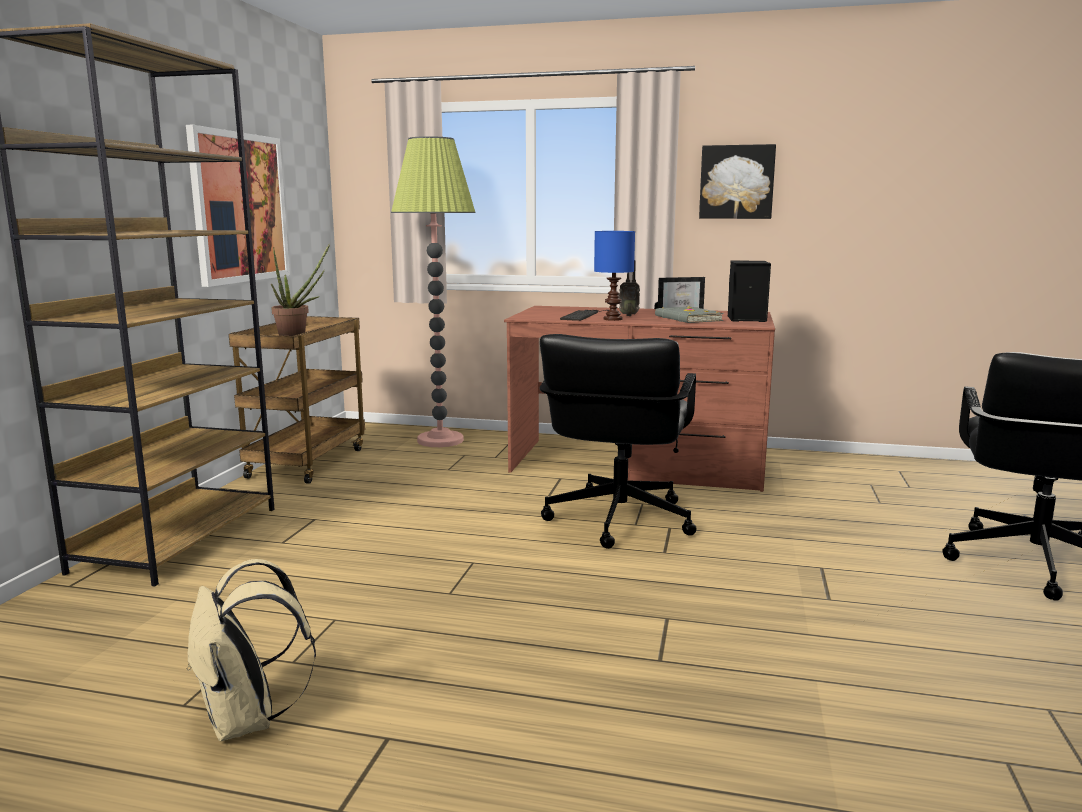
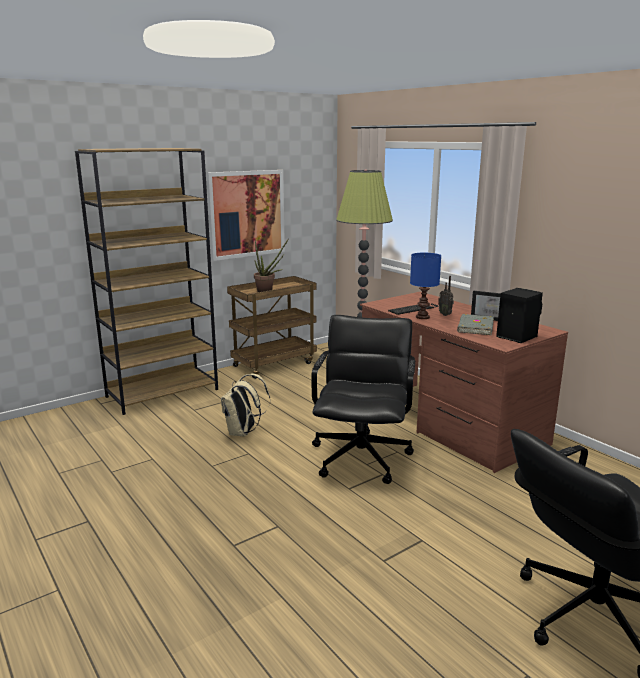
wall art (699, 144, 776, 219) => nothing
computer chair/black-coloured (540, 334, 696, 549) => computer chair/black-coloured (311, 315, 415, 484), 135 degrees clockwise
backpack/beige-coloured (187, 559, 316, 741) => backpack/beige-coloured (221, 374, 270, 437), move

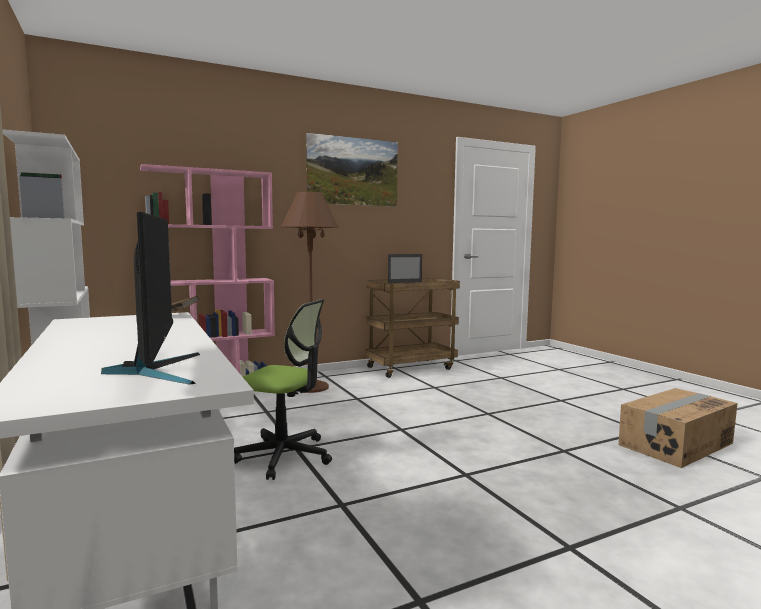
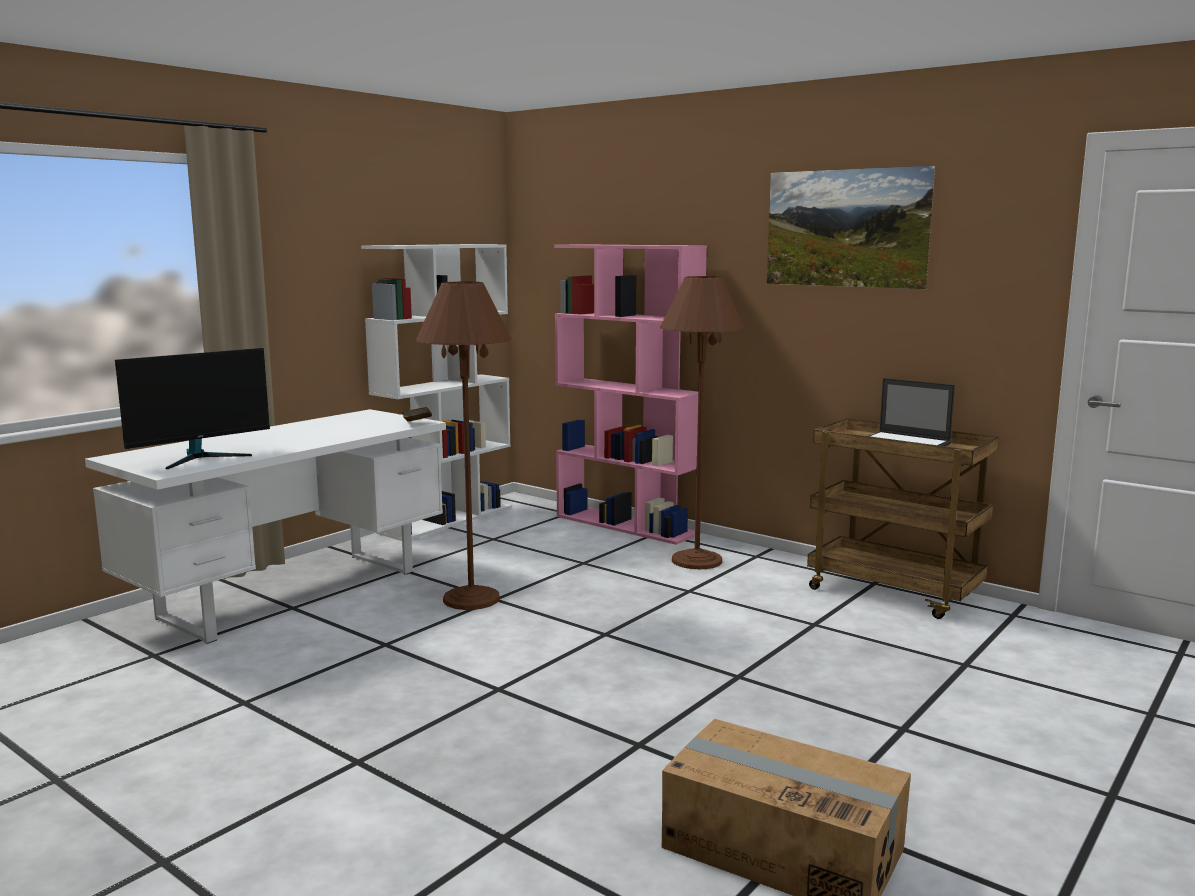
computer chair (234, 299, 332, 480) => standing lamp/brown-coloured (415, 282, 512, 610)

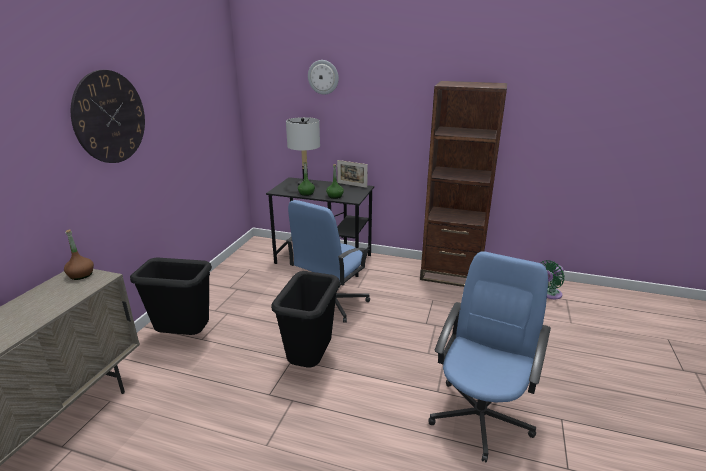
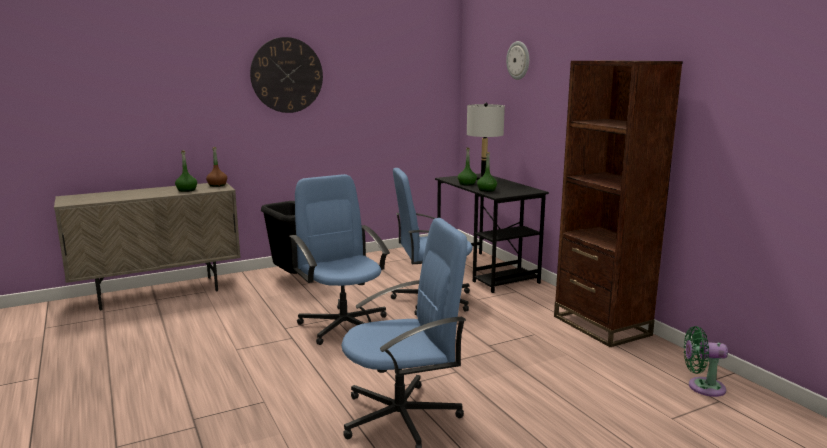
photo frame (337, 160, 368, 188) => nothing
rubbish bin/black-coloured (271, 271, 340, 368) => computer chair/bluish (290, 174, 390, 345)
nothing => drink bottle/greenish (175, 150, 197, 192)

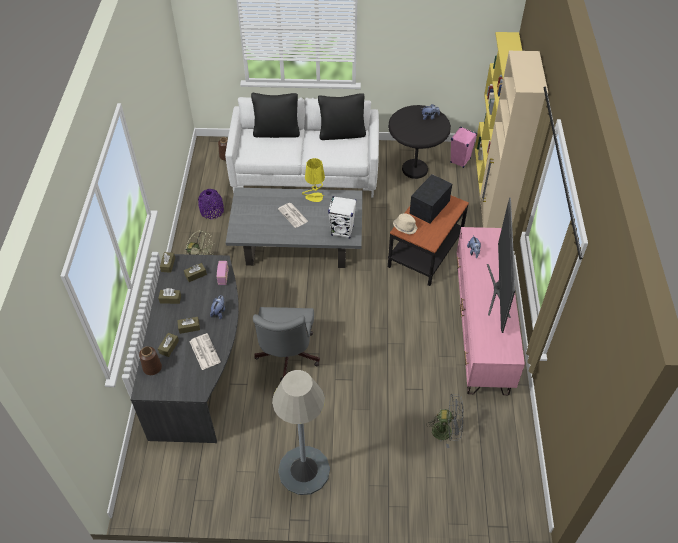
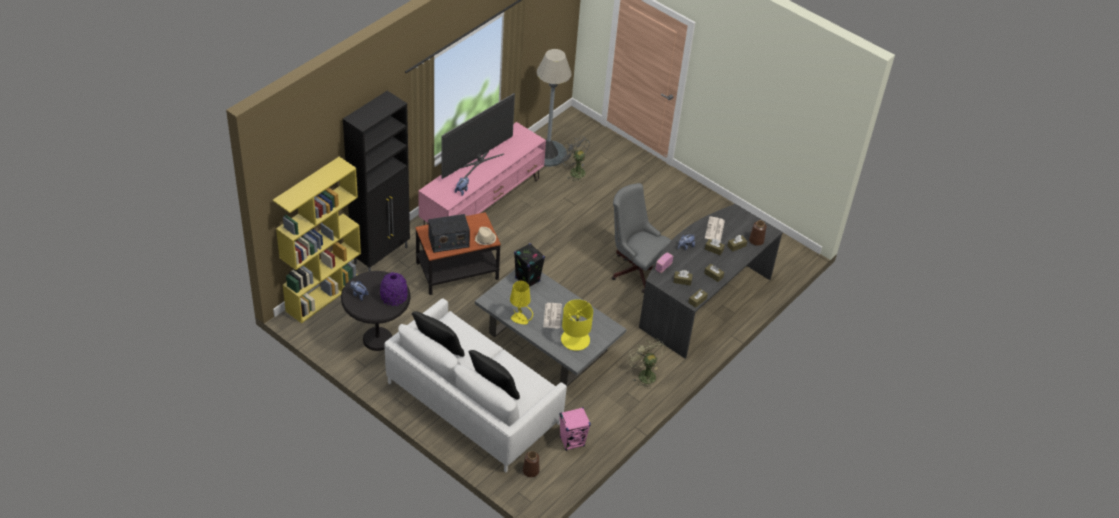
storage cabinet/beige-coloured (480, 51, 548, 228) => storage cabinet/black-coloured (343, 91, 410, 271)
audio speaker/pink (450, 127, 477, 168) => audio speaker/pink (559, 407, 591, 451), move
decorative vase/purplish (198, 189, 224, 219) => decorative vase/purplish (380, 272, 408, 306), move
audio speaker/white (328, 196, 357, 239) => audio speaker/black-coloured (514, 243, 545, 287)
computer chair/greyish (253, 307, 320, 381) => computer chair/greyish (612, 183, 672, 293), 90 degrees counterclockwise
standing lamp/greyish (272, 370, 330, 495) => standing lamp/greyish (537, 49, 572, 167), move
nothing => tabletop lamp/yellowish (561, 299, 593, 351)

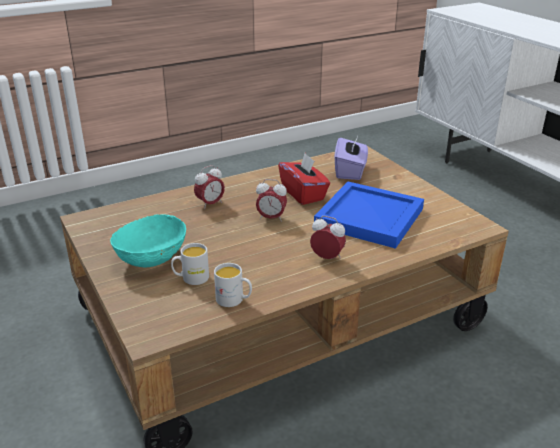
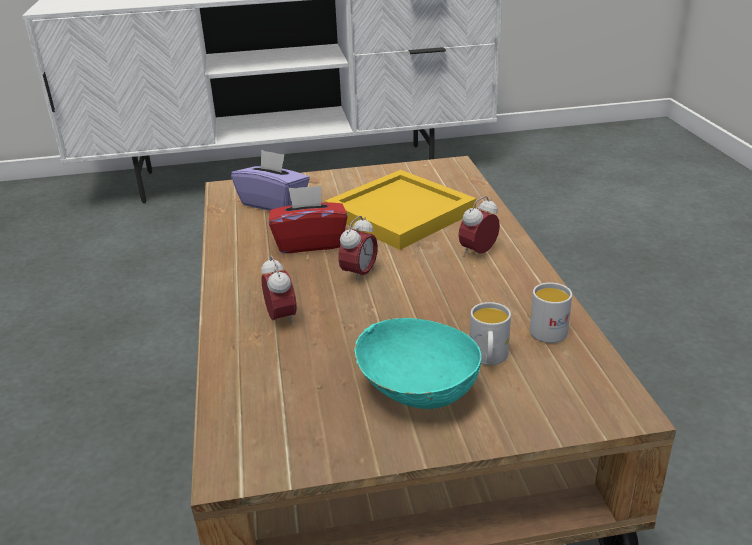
carrying tray/bluish (314, 182, 424, 249) => carrying tray/yellowish (325, 170, 476, 250)

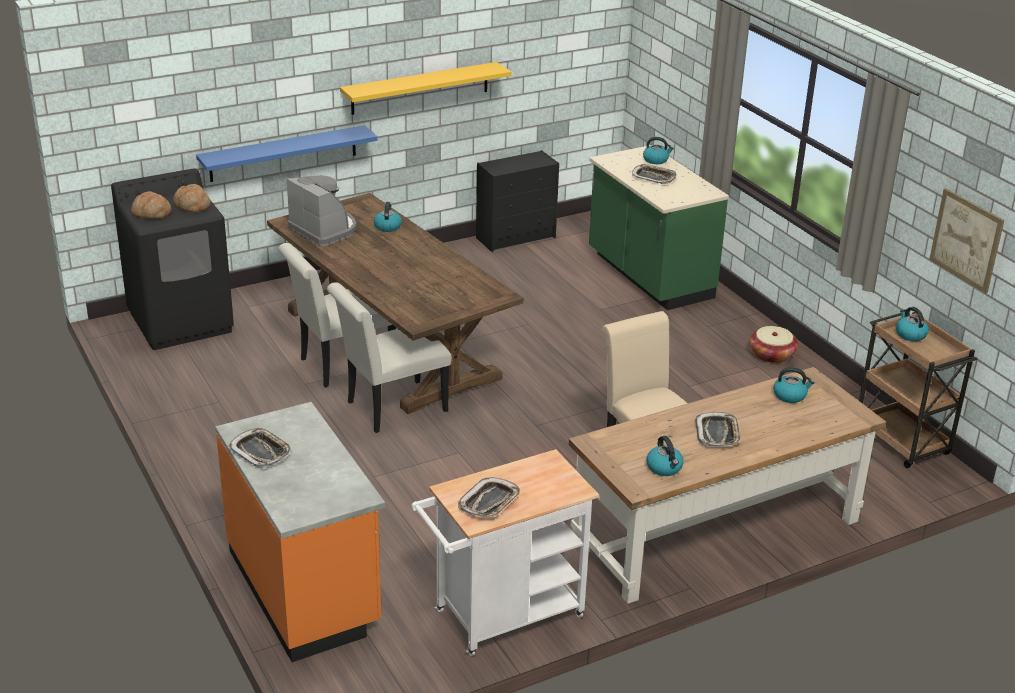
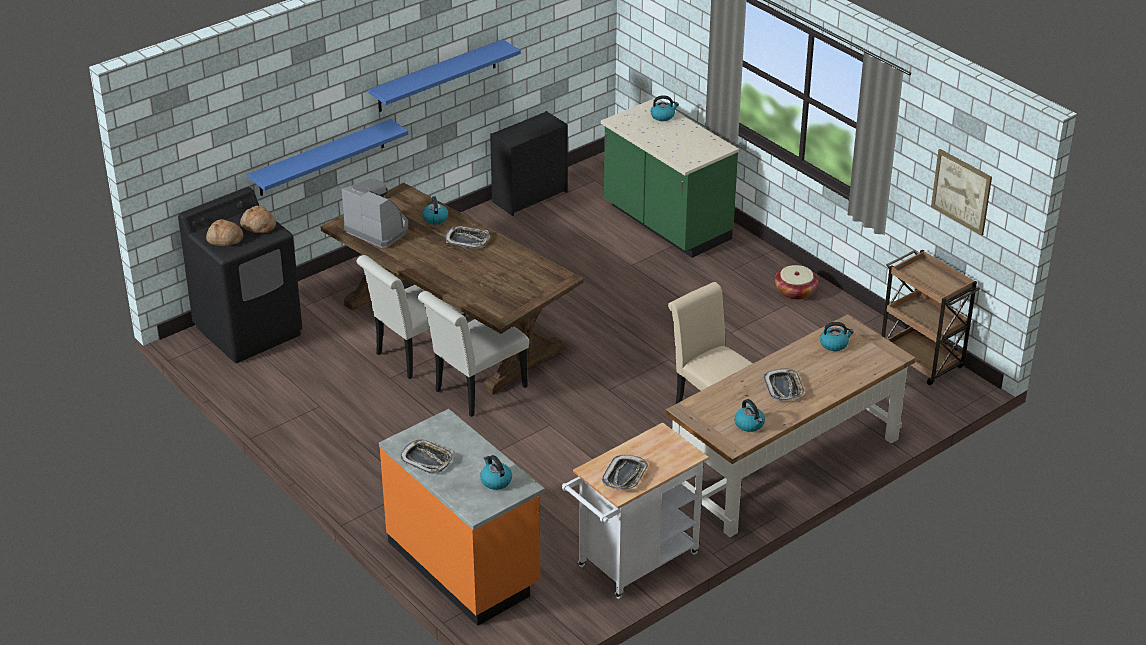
shelf/yellowish (340, 62, 511, 115) => shelf/bluish (368, 39, 521, 112)
carrying tray (632, 164, 677, 184) => carrying tray (446, 226, 490, 249), move
kettle (896, 307, 929, 341) => kettle (480, 455, 512, 490), move

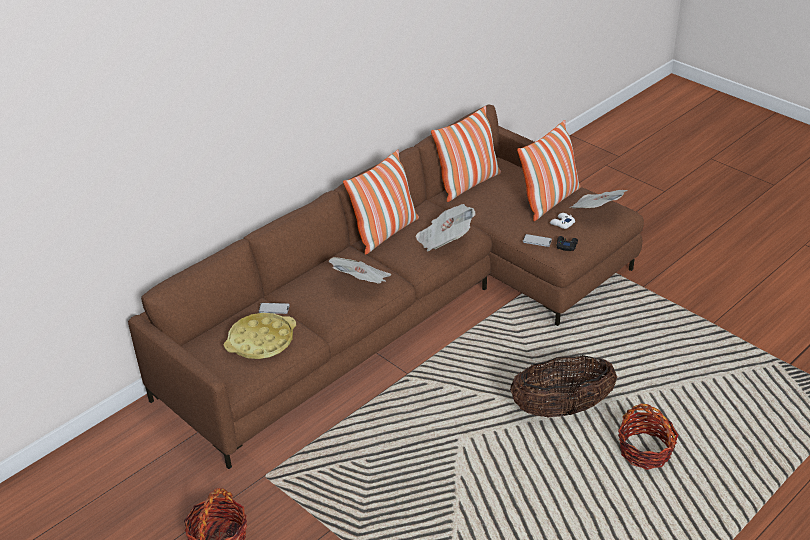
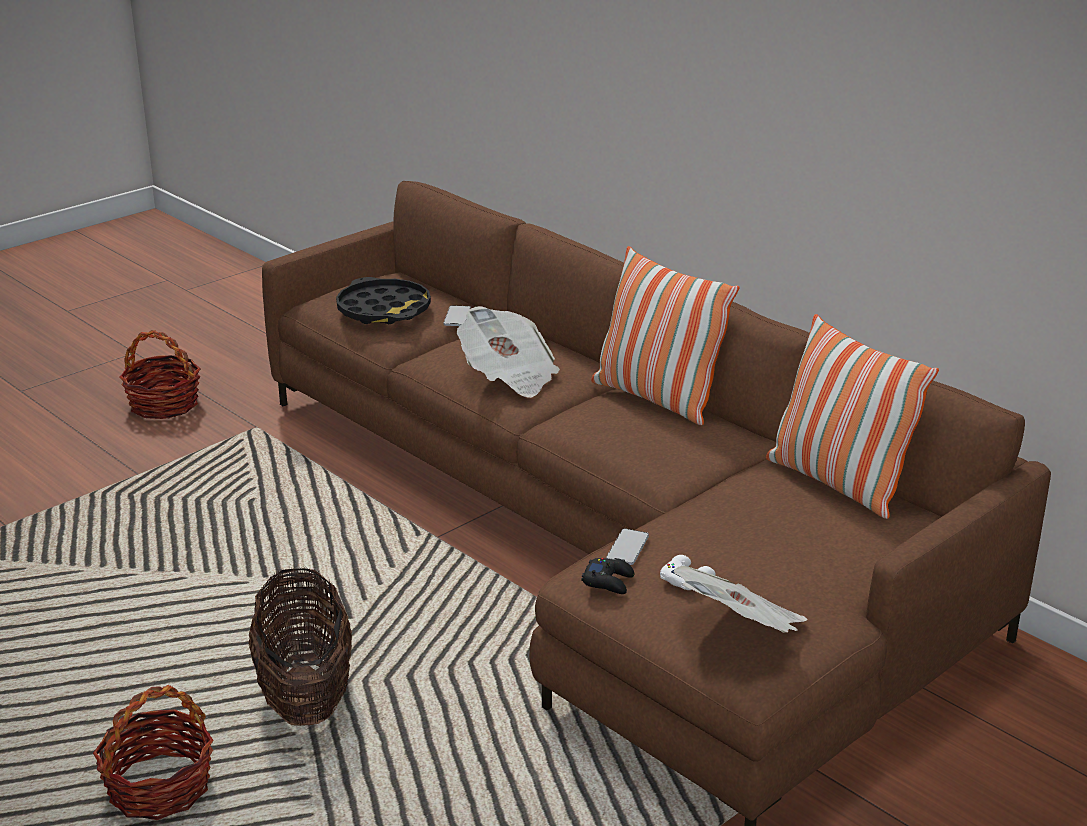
cushion (517, 120, 580, 221) => nothing
daily paper (416, 204, 476, 251) => nothing
carrying tray/yellowish (224, 313, 296, 359) => carrying tray/black-coloured (336, 277, 431, 324)

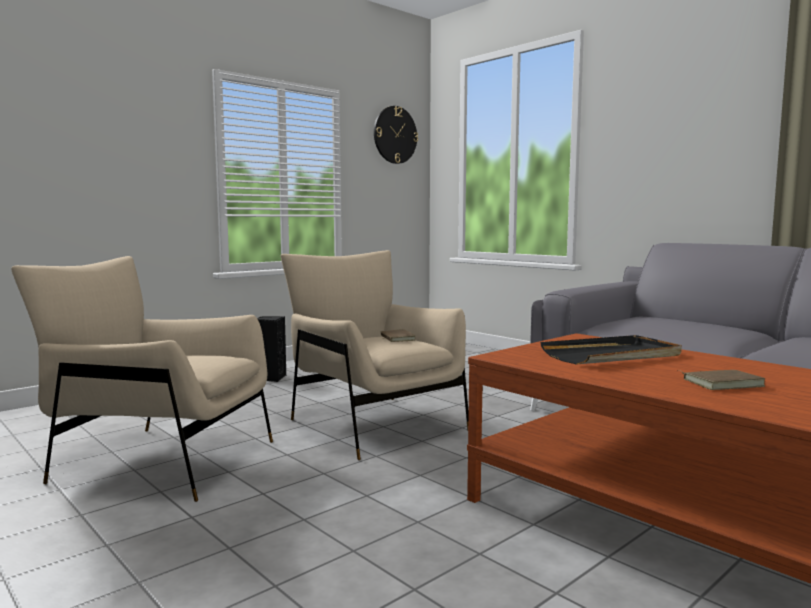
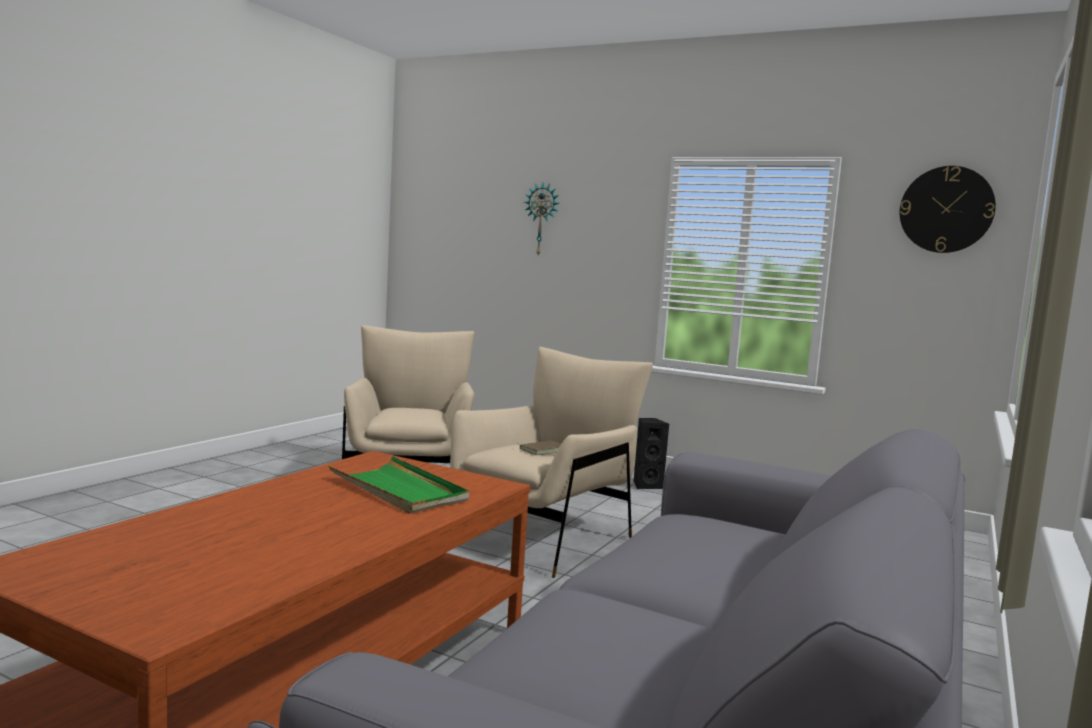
carrying tray/black-coloured (540, 335, 682, 365) => carrying tray/greenish (329, 456, 469, 514)
bound book/brown-coloured (677, 370, 765, 390) => nothing
nothing => hanging clock (524, 183, 560, 256)

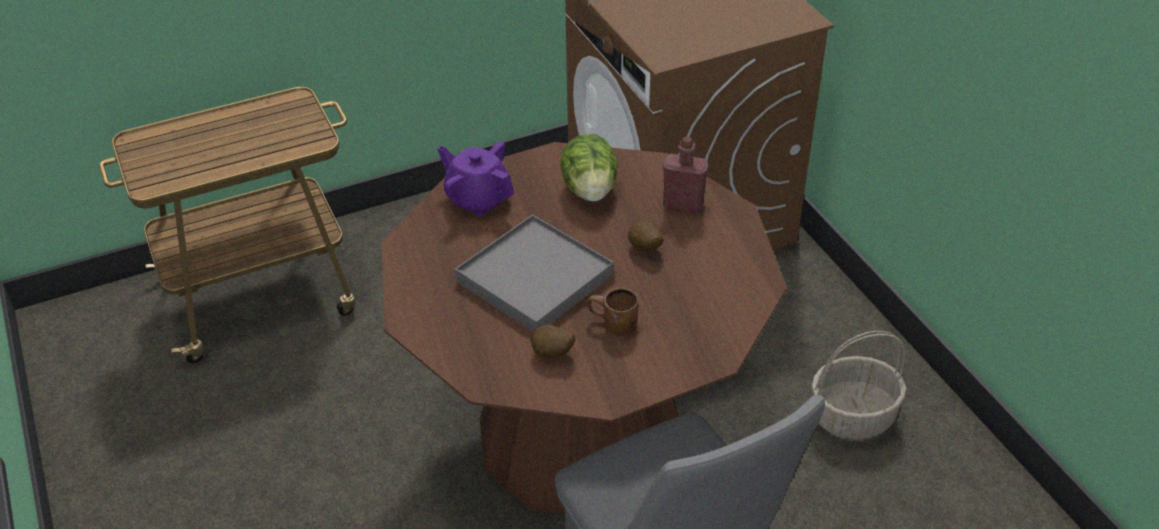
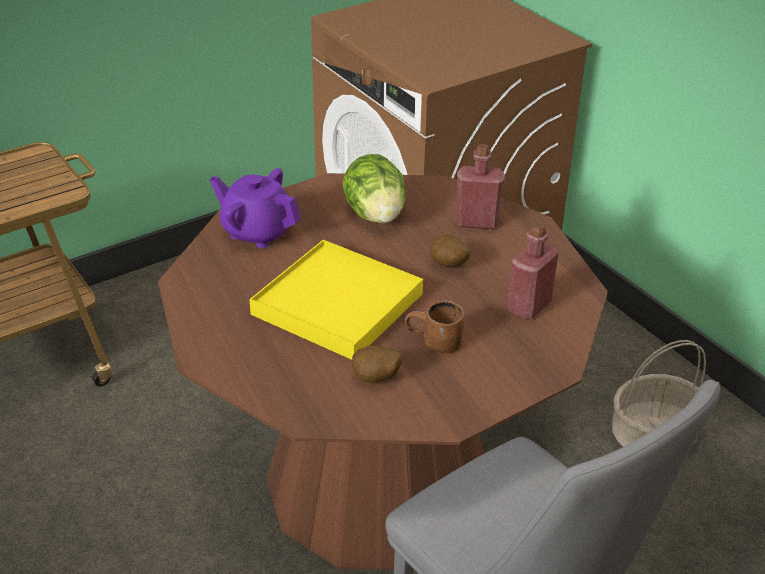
carrying tray/greyish (455, 214, 614, 332) => carrying tray/yellowish (249, 240, 423, 360)
nothing => drink bottle/reddish (507, 223, 558, 320)

